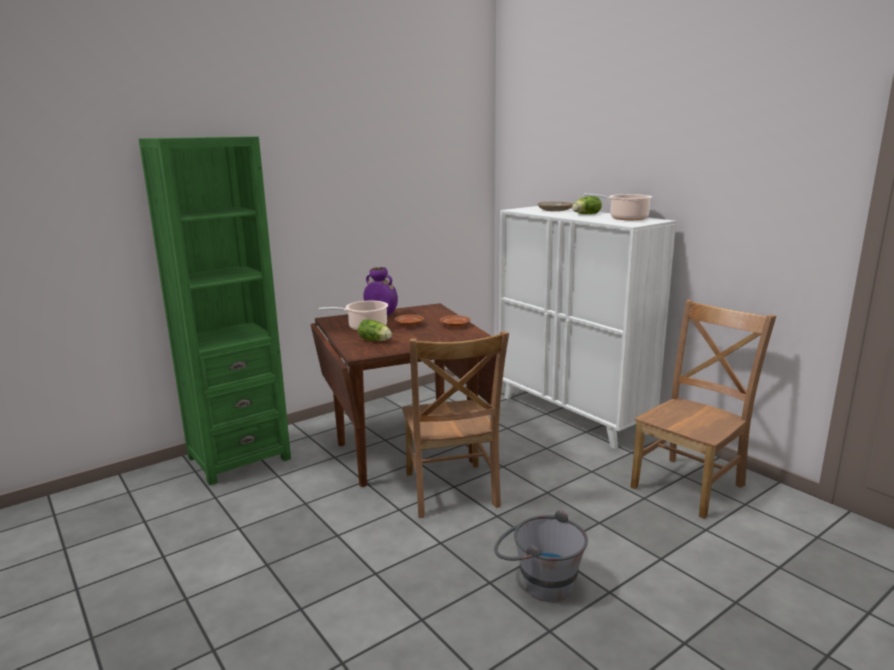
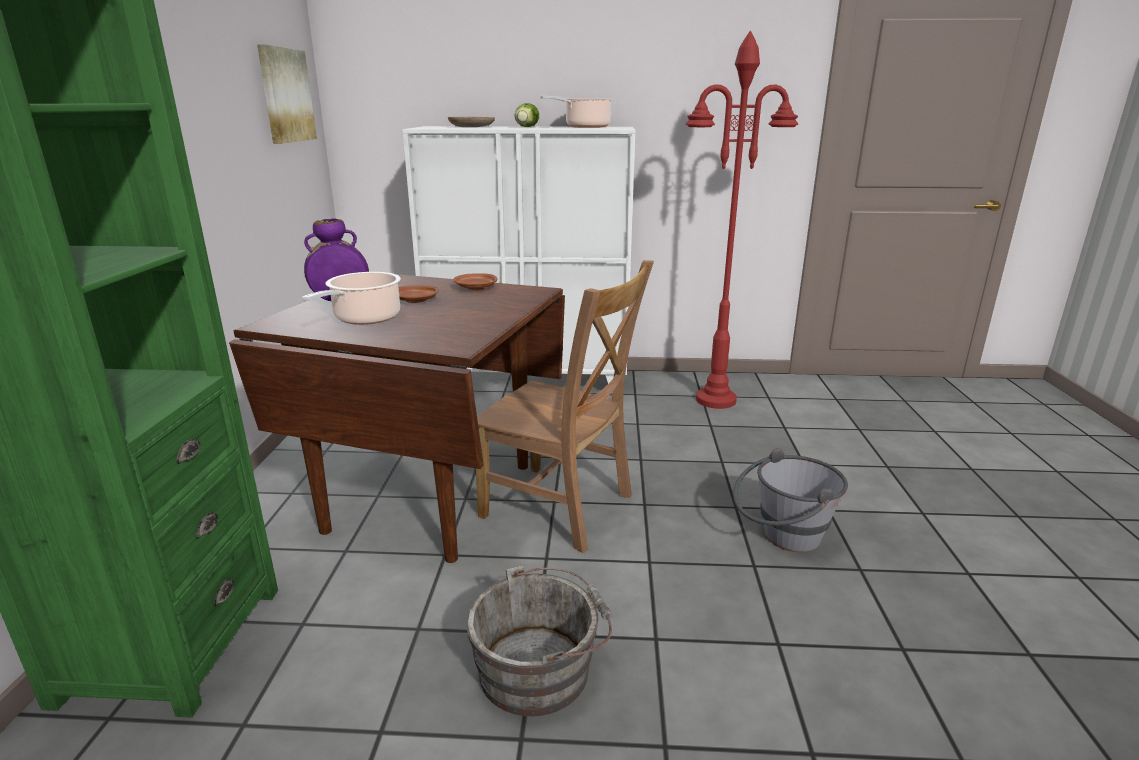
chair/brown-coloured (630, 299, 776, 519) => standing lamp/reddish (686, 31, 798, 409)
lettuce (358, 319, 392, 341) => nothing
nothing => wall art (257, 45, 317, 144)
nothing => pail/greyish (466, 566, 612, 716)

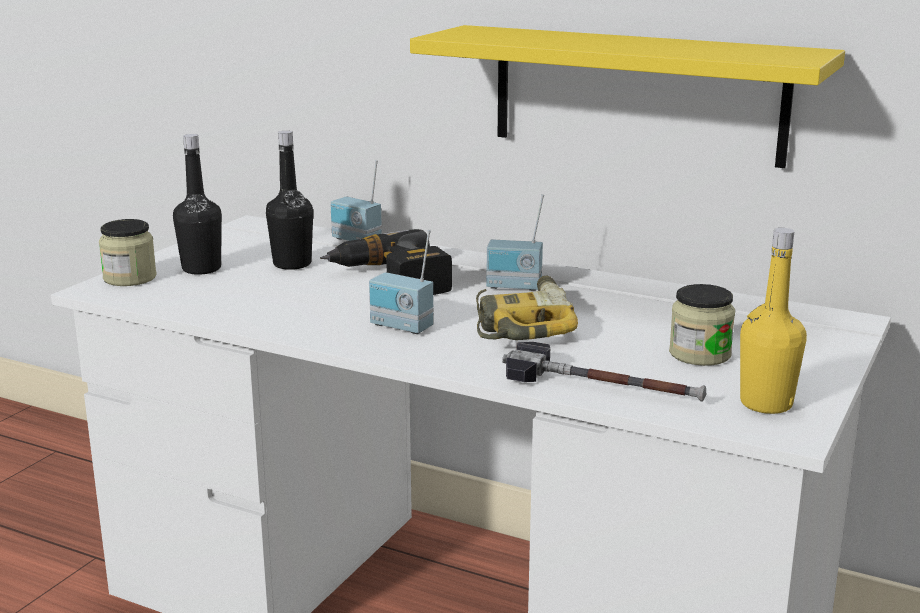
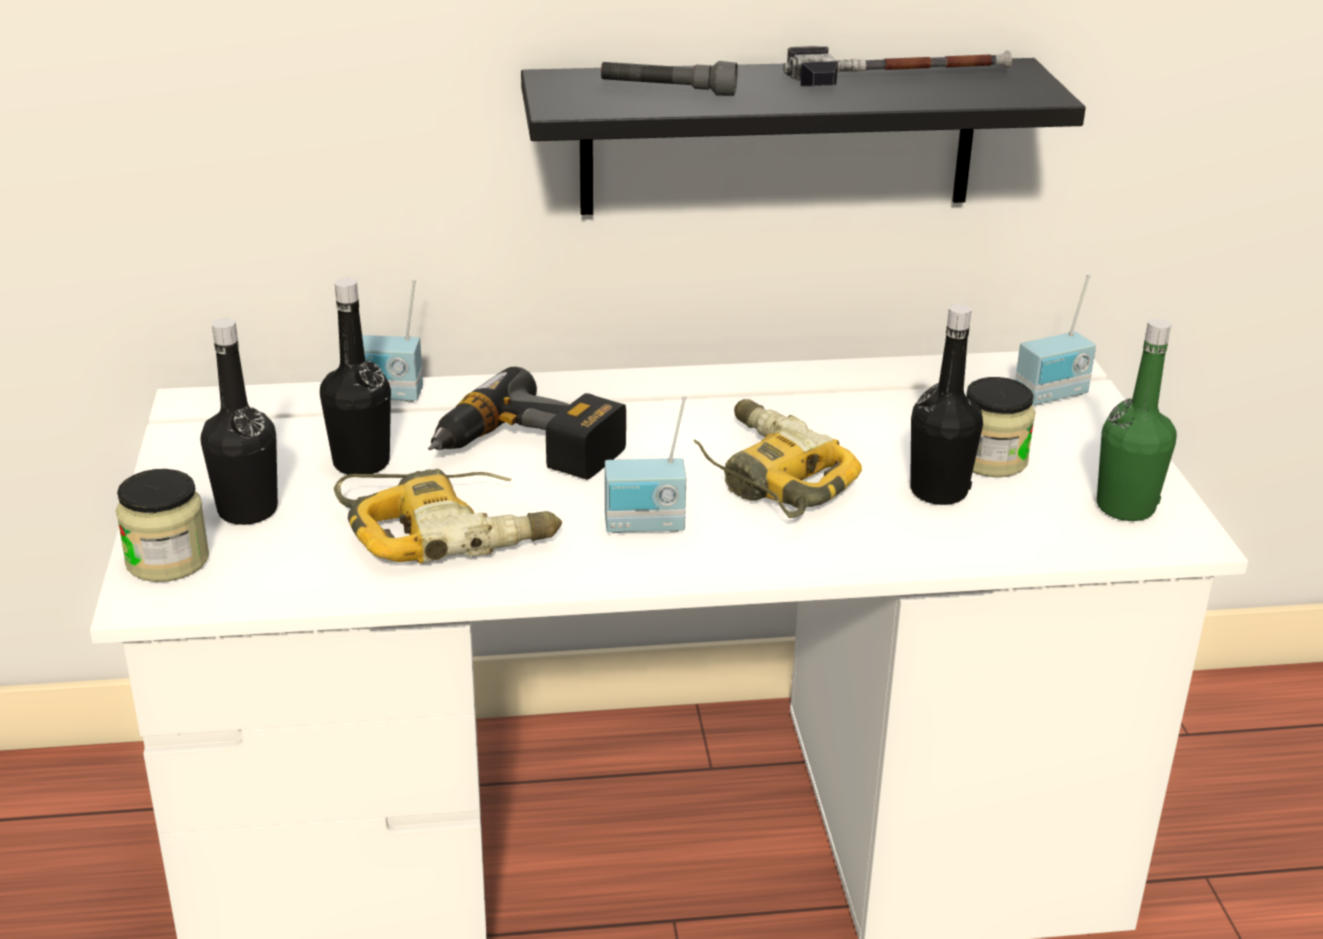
shelf/yellowish (410, 25, 845, 168) => shelf/black-coloured (521, 58, 1086, 215)
radio receiver (486, 194, 544, 291) => radio receiver (1015, 274, 1096, 405), move
drink bottle/yellowish (740, 228, 807, 414) => drink bottle/greenish (1097, 319, 1177, 521)
tool hammer (502, 342, 706, 402) => tool hammer (783, 46, 1012, 86), move
nothing => hand torch/greyish (601, 61, 738, 96)
nothing => drink bottle/black-coloured (910, 304, 983, 505)
nothing => electric drill (334, 469, 562, 563)

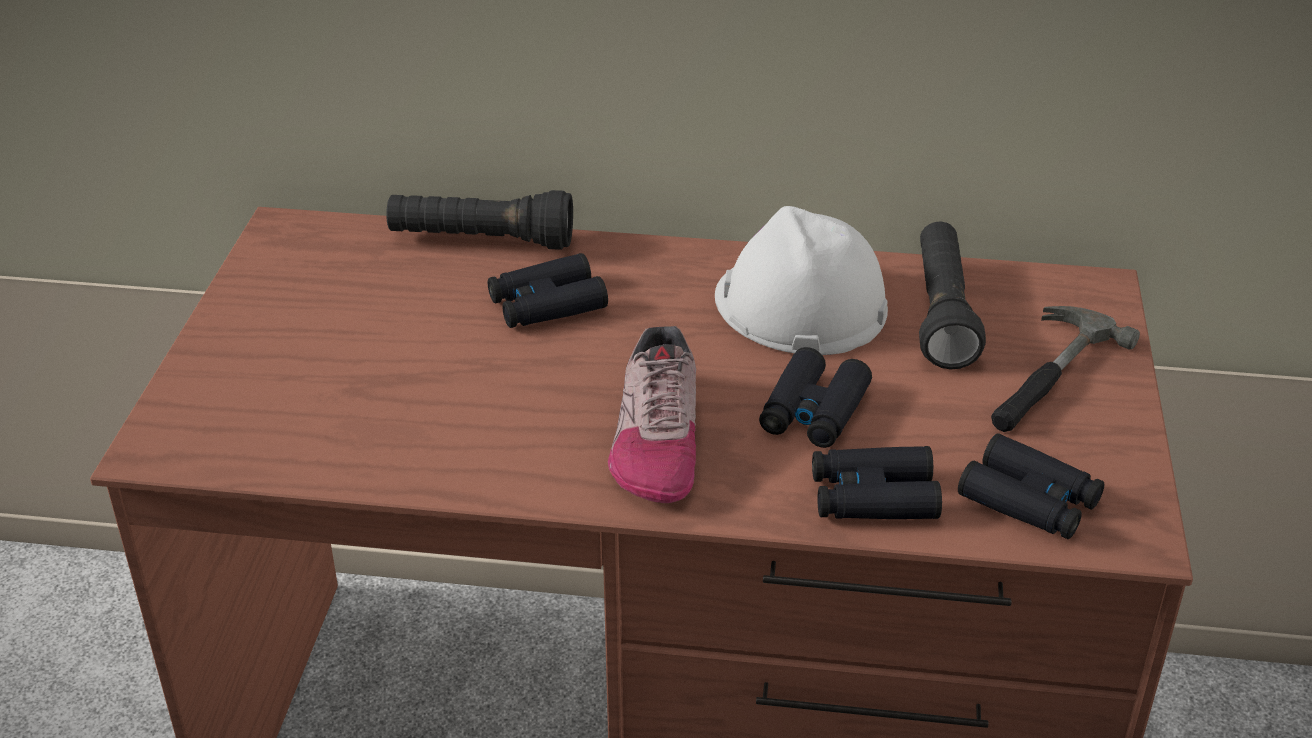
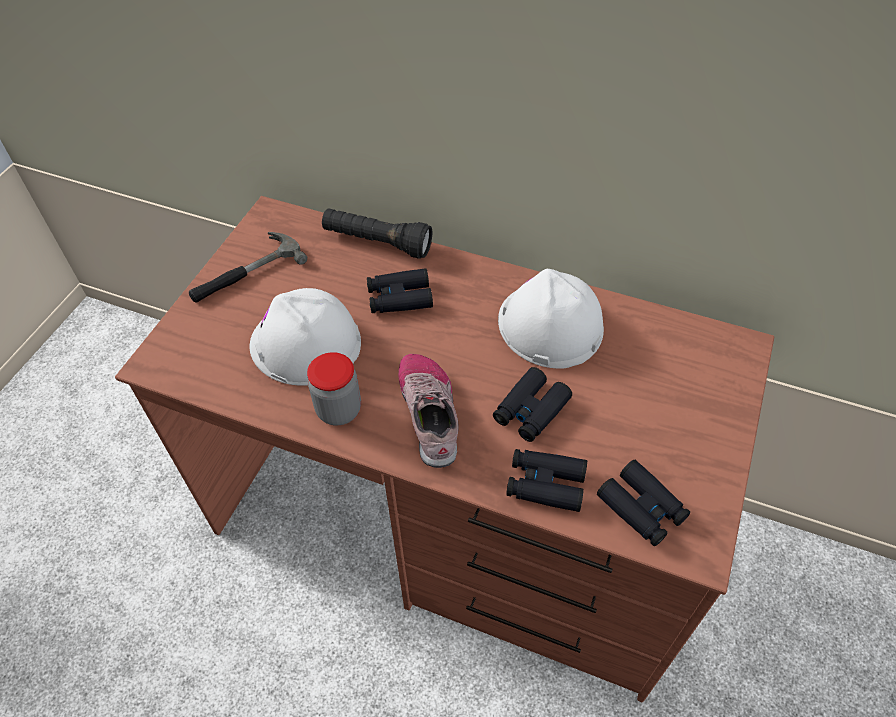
hand torch/black-coloured (919, 221, 986, 369) => nothing
tool hammer (991, 306, 1140, 432) => tool hammer (189, 232, 307, 302), move
item of footwear (608, 326, 696, 503) => item of footwear (399, 354, 459, 468), 150 degrees clockwise
nothing => hard hat/white (249, 288, 361, 386)
nothing => preserve jar (307, 352, 361, 425)

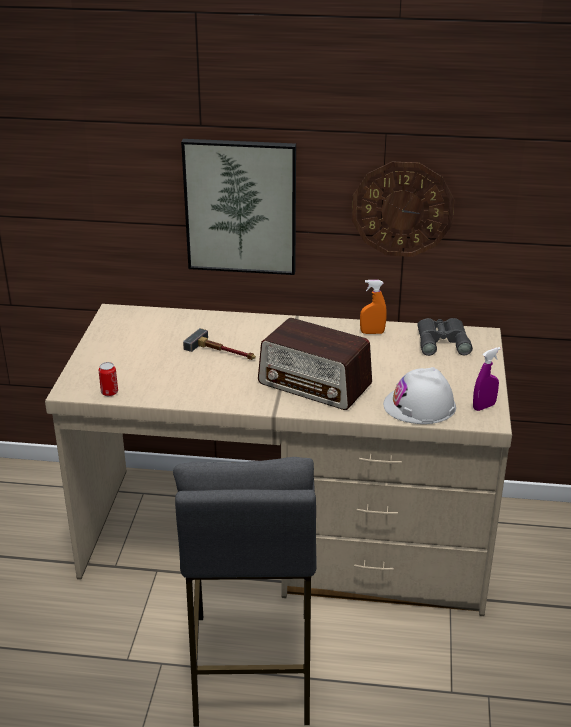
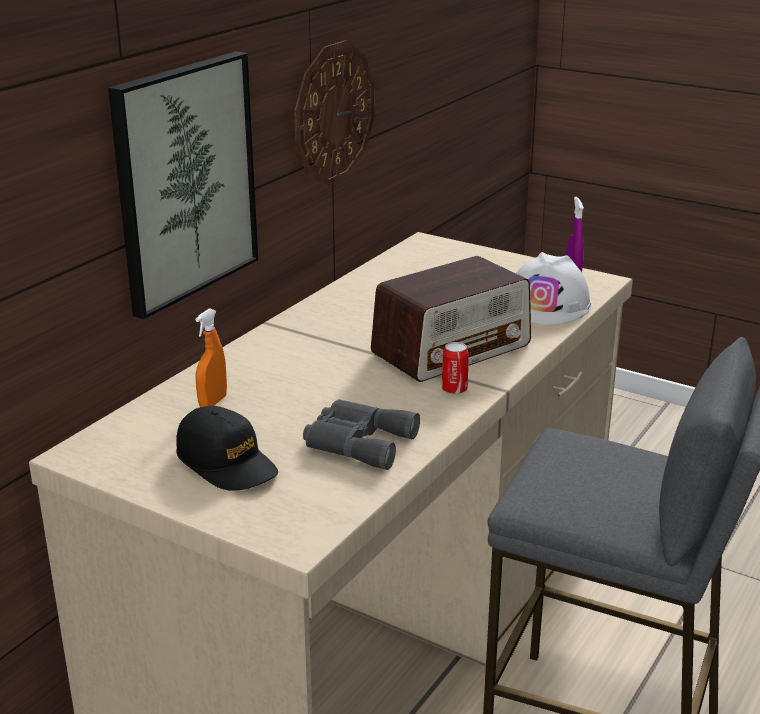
hand sprayer/orange-coloured (360, 280, 387, 334) => hand sprayer/orange-coloured (195, 308, 227, 407), move
pair of binoculars/greyish (417, 318, 473, 356) => pair of binoculars/greyish (303, 399, 420, 470), move
tool hammer (183, 328, 256, 360) => nothing
sealed can (99, 362, 118, 396) => sealed can (442, 342, 469, 395), move
nothing => baseball cap/black-coloured (176, 406, 278, 491)

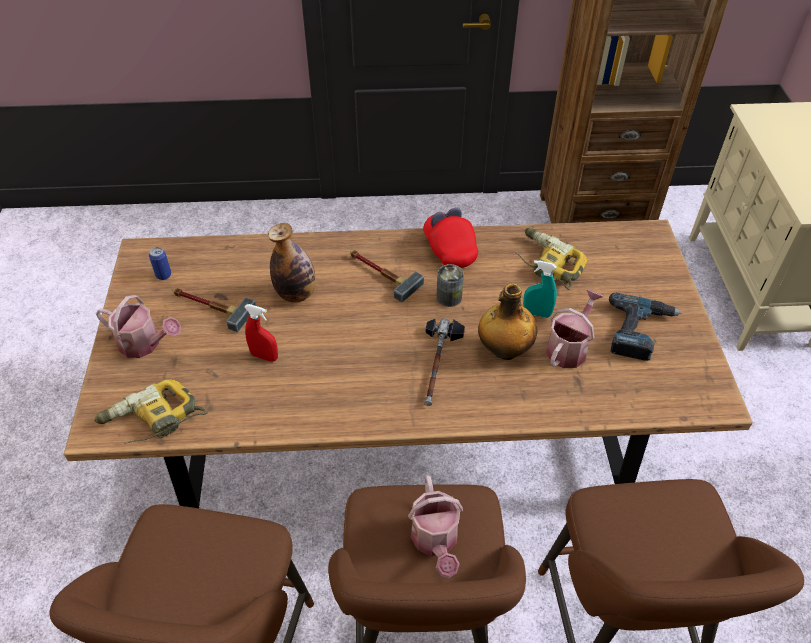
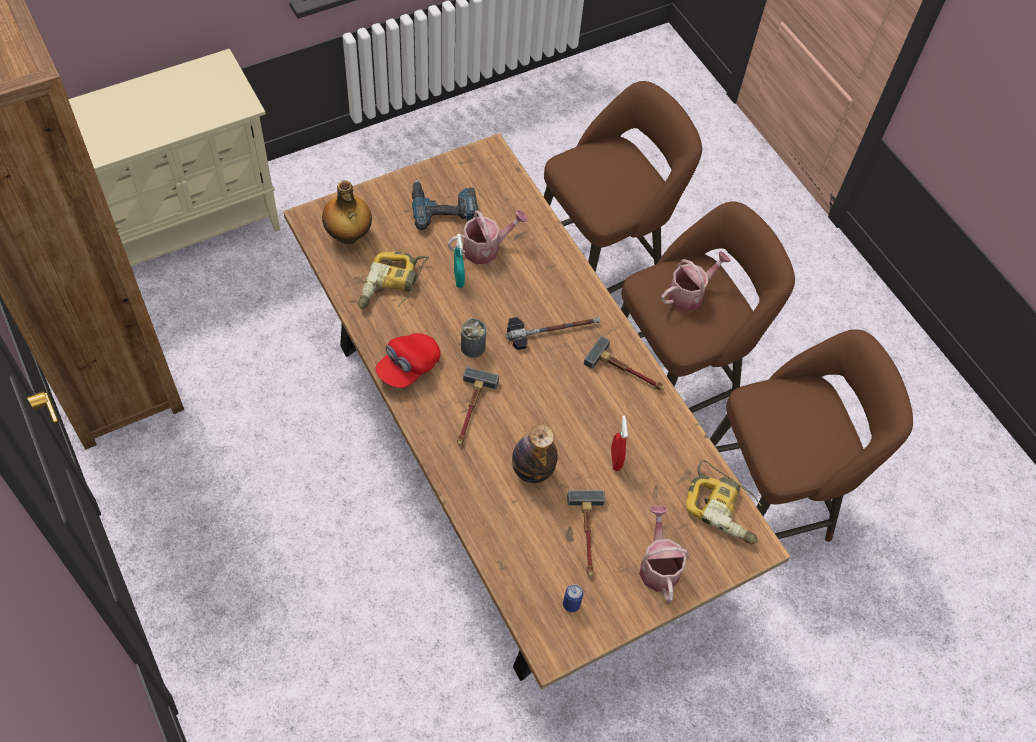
drink bottle (478, 283, 537, 360) => drink bottle (322, 180, 372, 244), move
watering pot (546, 289, 604, 368) => watering pot (448, 210, 528, 264), 150 degrees clockwise
nothing => tool hammer (584, 336, 665, 391)

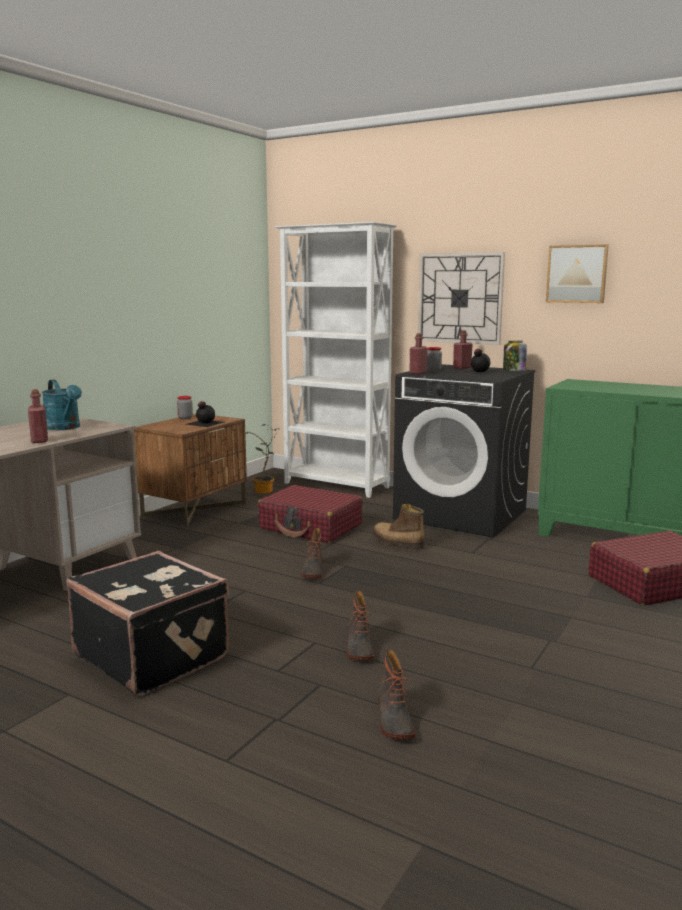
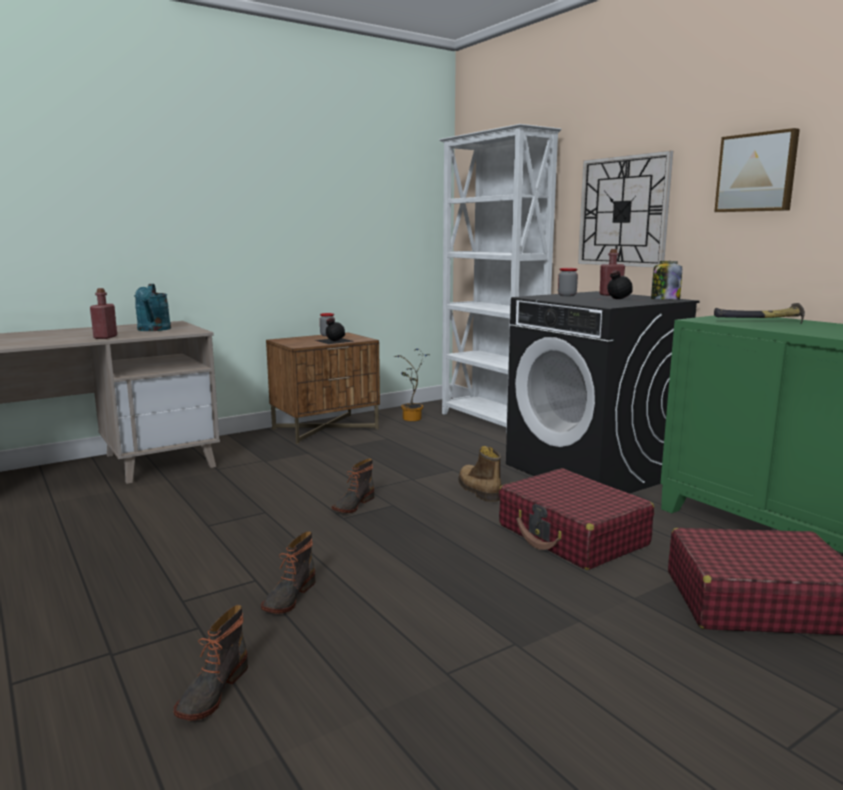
drink bottle/reddish (409, 333, 427, 375) => nothing
suitcase/reddish (258, 485, 362, 543) => suitcase/reddish (499, 468, 654, 570), move
suitcase/black-coloured (66, 551, 229, 696) => nothing
nothing => tool hammer (714, 303, 805, 323)

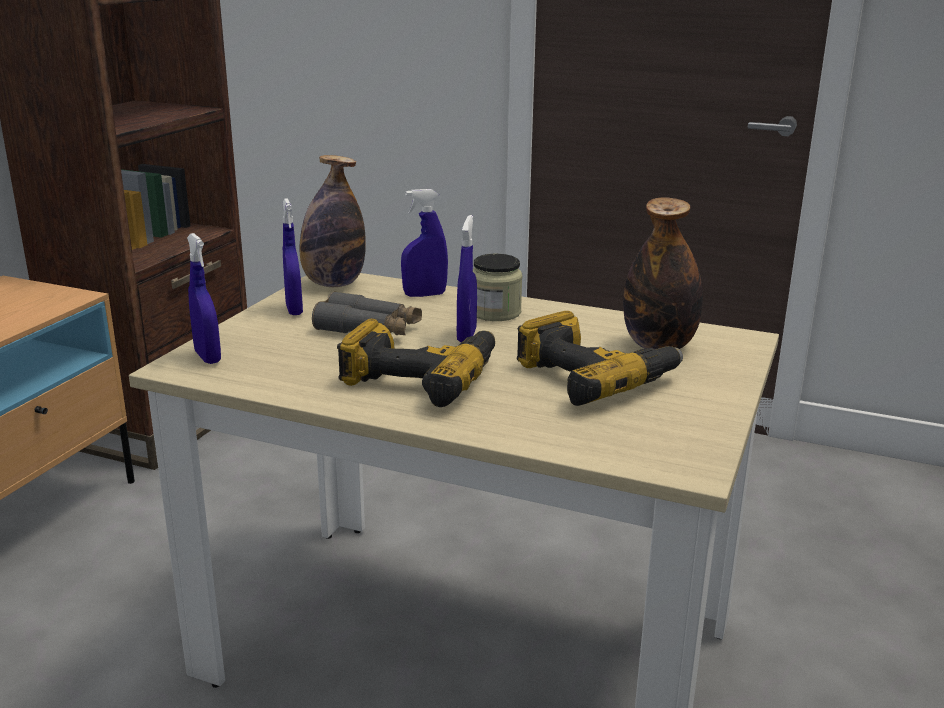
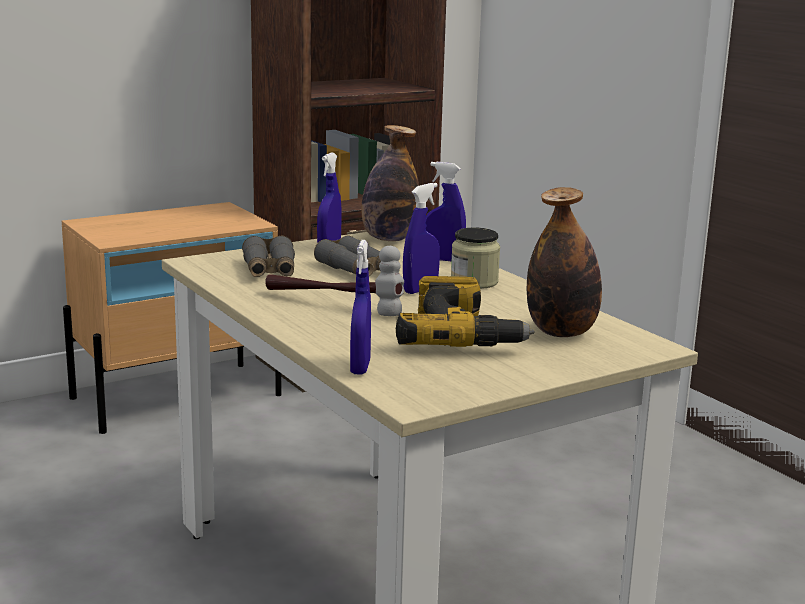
hand sprayer/bluish (187, 233, 221, 364) => hand sprayer/bluish (350, 240, 371, 375), move
electric drill (337, 319, 495, 407) => tool hammer (265, 246, 404, 316)
nothing => pair of binoculars/greyish (242, 236, 295, 277)

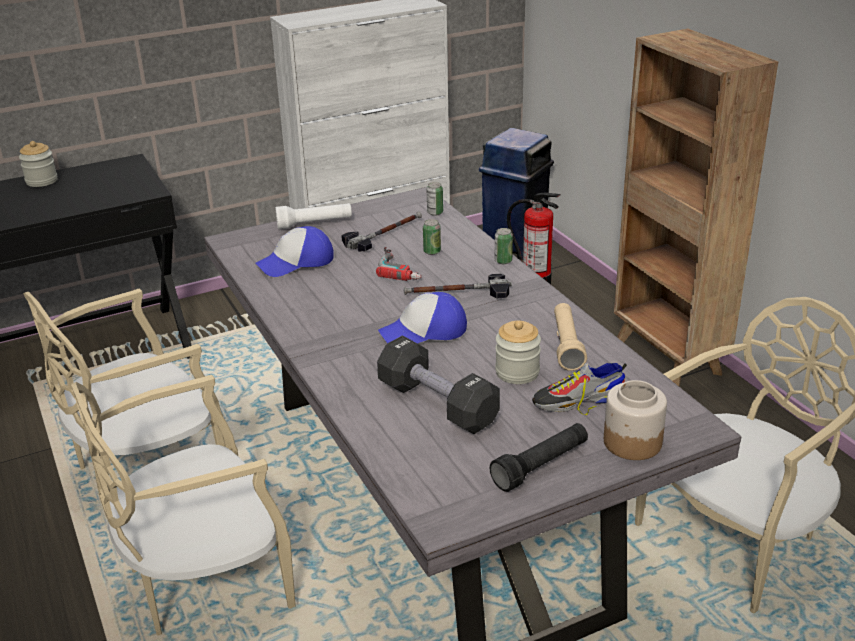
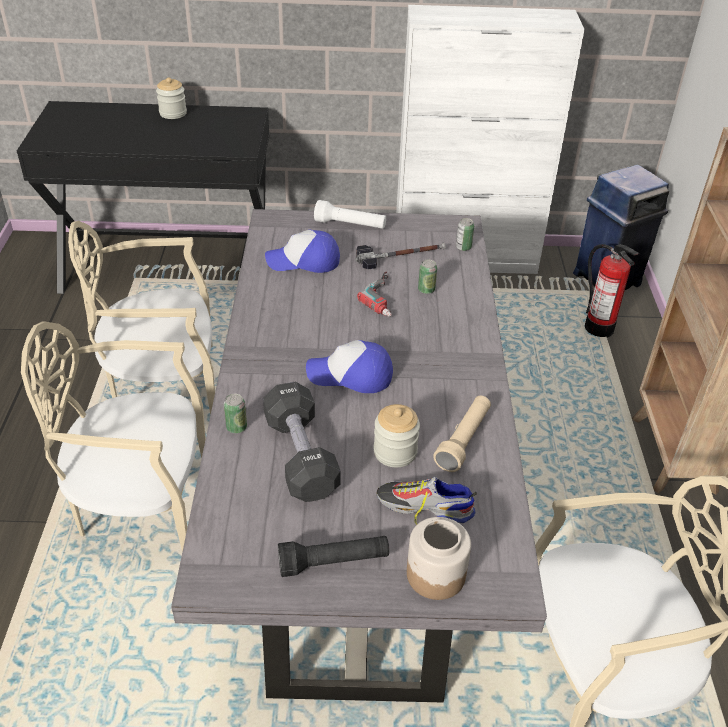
sealed can (495, 228, 513, 264) => sealed can (224, 394, 247, 433), move
tool hammer (403, 274, 512, 298) => nothing

